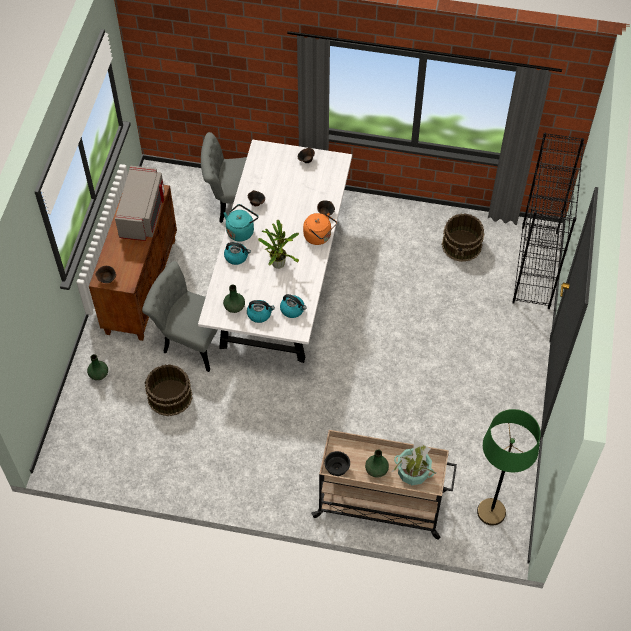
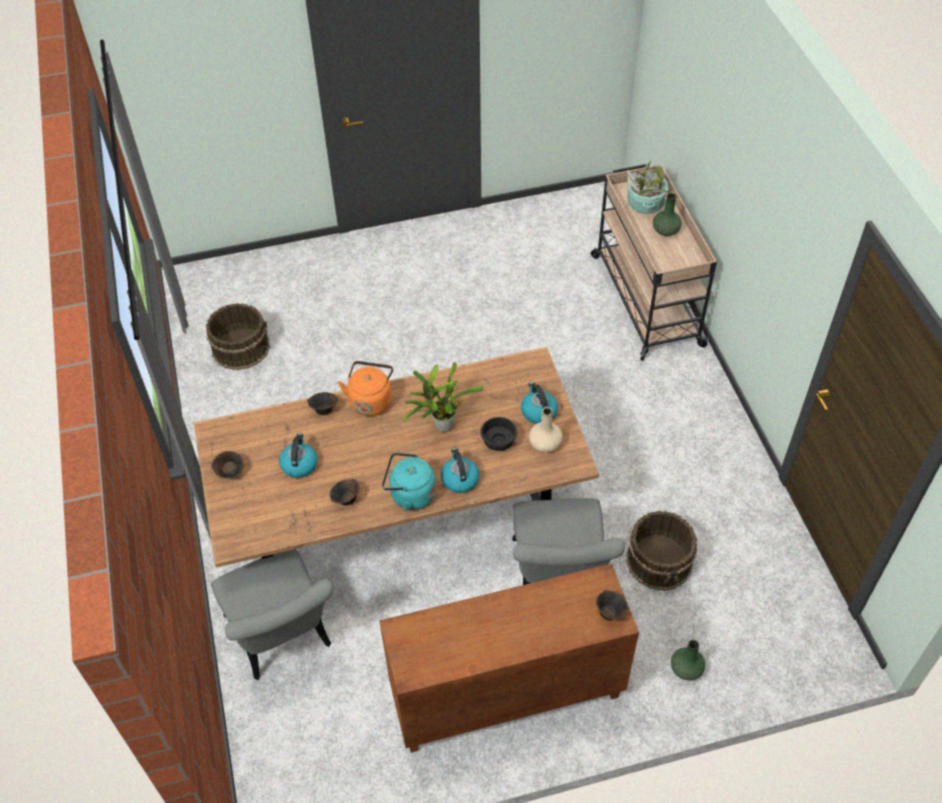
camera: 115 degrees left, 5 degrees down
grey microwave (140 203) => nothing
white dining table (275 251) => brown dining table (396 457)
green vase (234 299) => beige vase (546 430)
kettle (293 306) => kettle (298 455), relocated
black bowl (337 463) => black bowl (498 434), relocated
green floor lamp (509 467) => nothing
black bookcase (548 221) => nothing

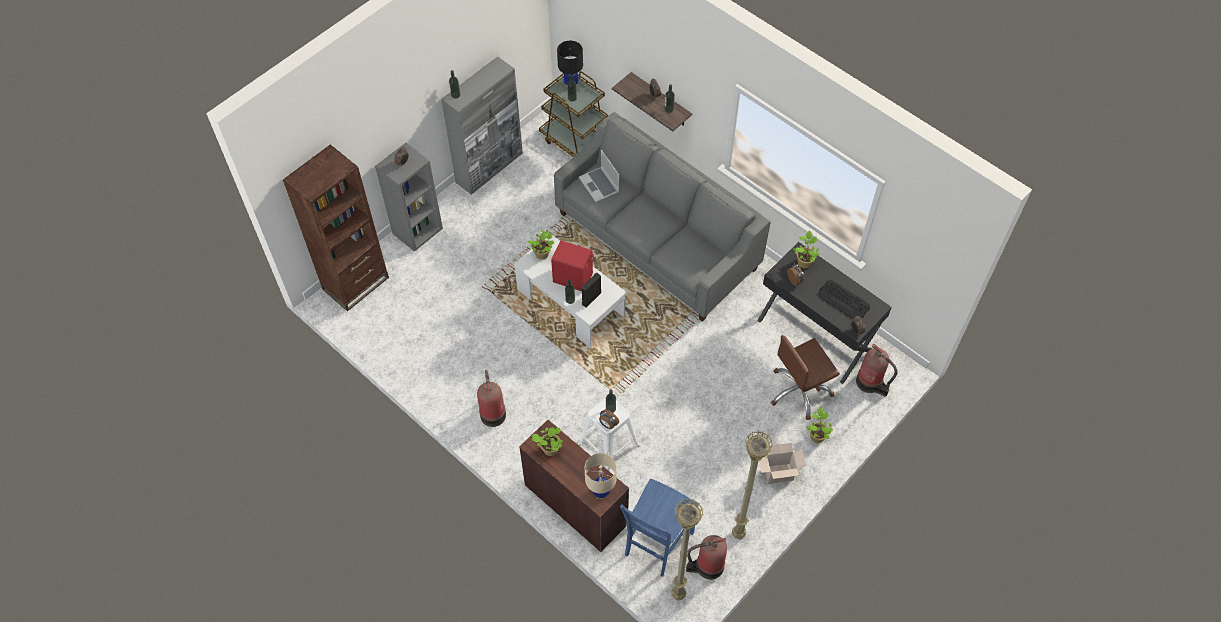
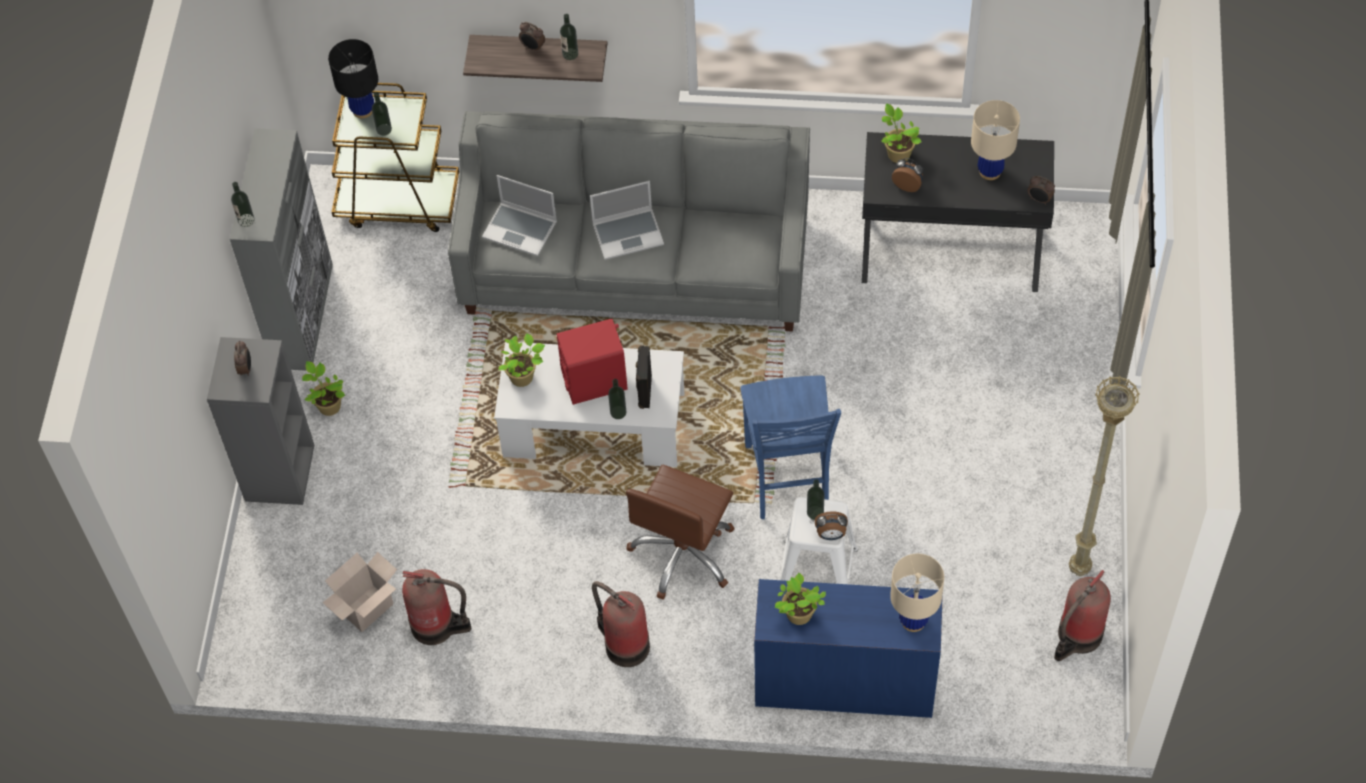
camera: 35 degrees left, 0 degrees up
brown bookcase (336 228) => nothing
brown desk (574 486) => blue desk (848 648)
blue chair (659 528) => blue chair (790 447), relocated
beige floor lamp (687 549) => nothing
cardboard box (782 463) => cardboard box (359 592), relocated
brown office chair (805 377) => brown office chair (680 532), relocated
potted plant (819 425) => potted plant (323 388), relocated
keyboard (844 299) => beige table lamp (995 140)
fire extinguisher (876 369) => fire extinguisher (436 607), relocated
nothing => laptop (627 220)

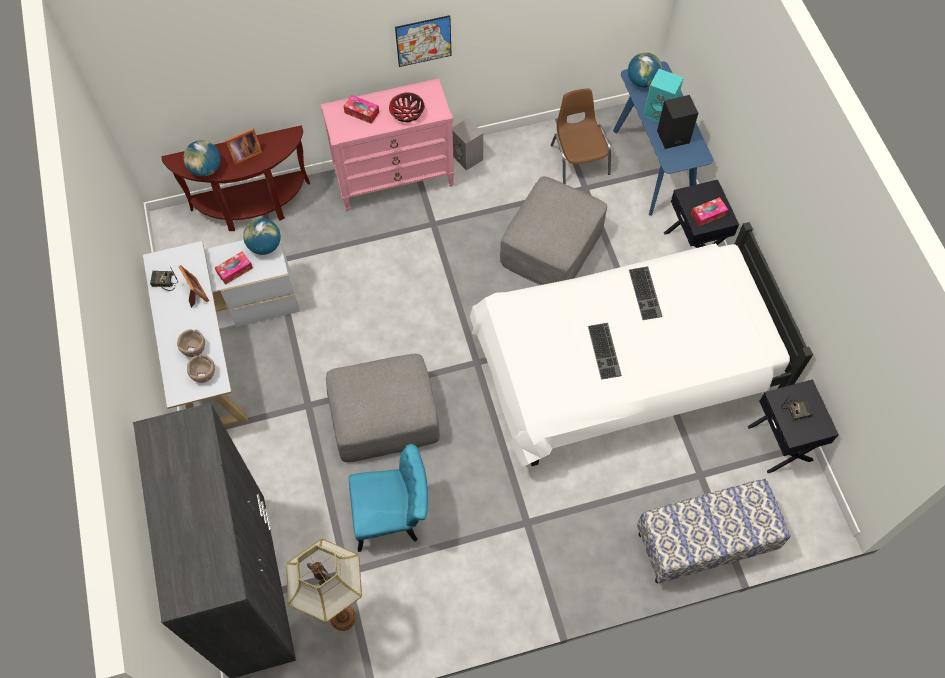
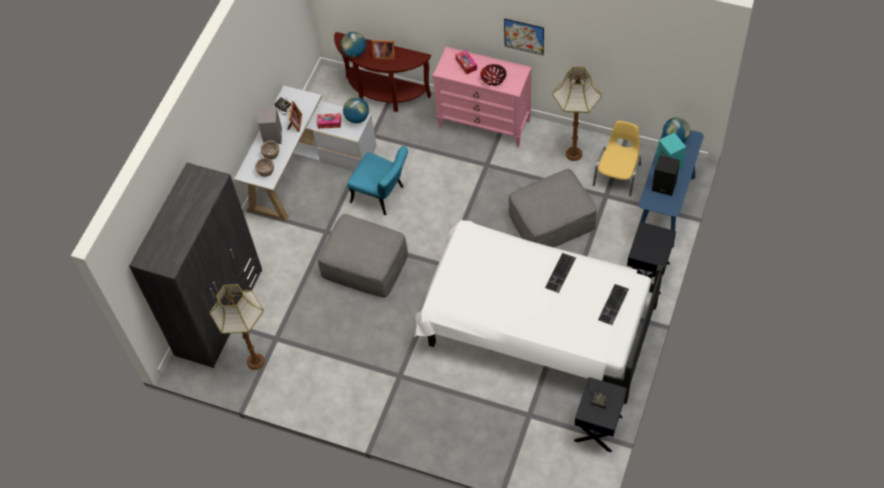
camera: 40 degrees right, 5 degrees down
turquoise chair (388 498) => turquoise chair (377 180), relocated
grey speaker (467 144) => grey speaker (270 125), relocated
brown chair (581 136) => yellow chair (617 158)
keyboard (605 351) => keyboard (613 304), relocated
bench (714 531) => nothing
tissue box (709 211) => nothing
nothing => floor lamp (577 113)

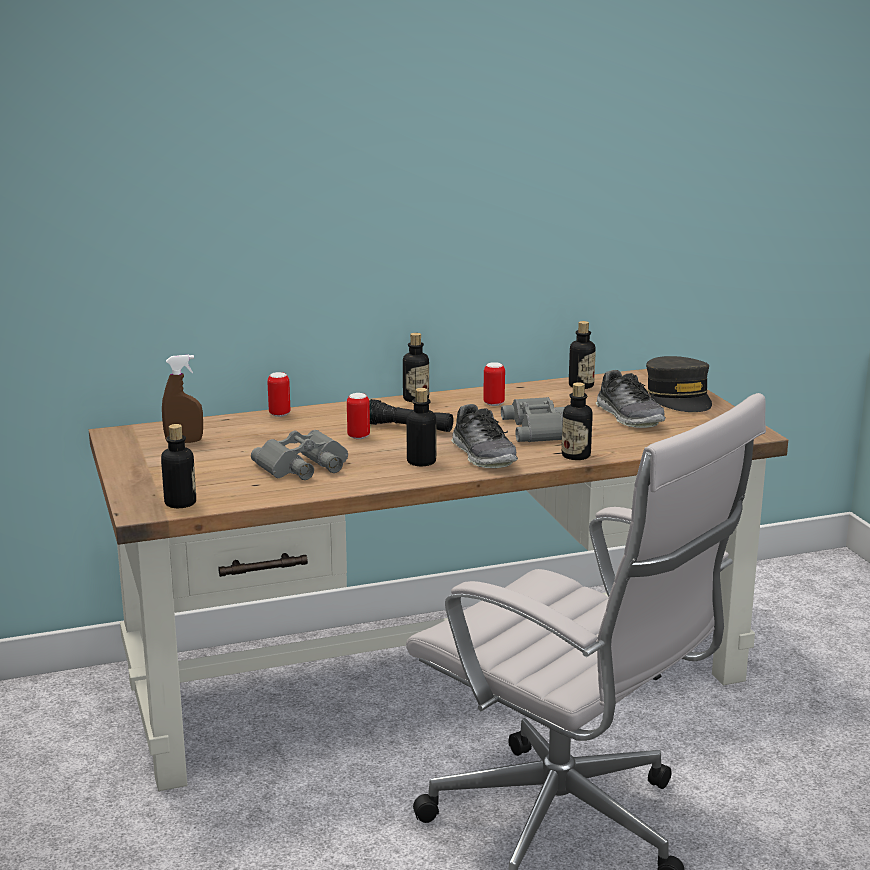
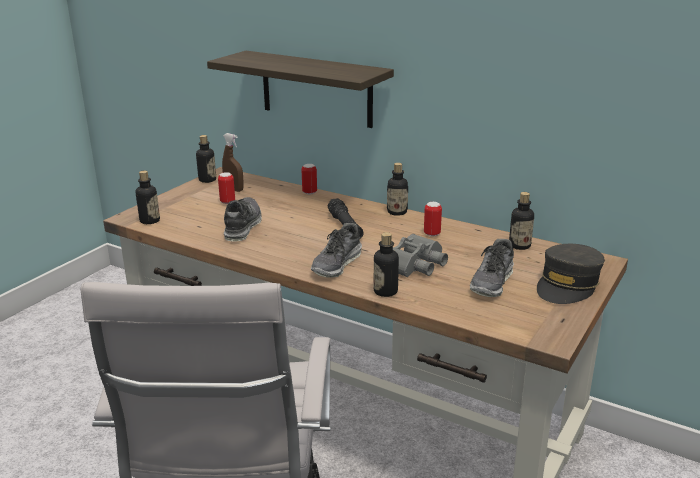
camera: 50 degrees right, 5 degrees up
grey binoculars (299 455) => shoe (243 219)
can (358 416) => can (226 188), relocated
bottle (421 427) => bottle (206 159), relocated
nothing => shelf (300 89)

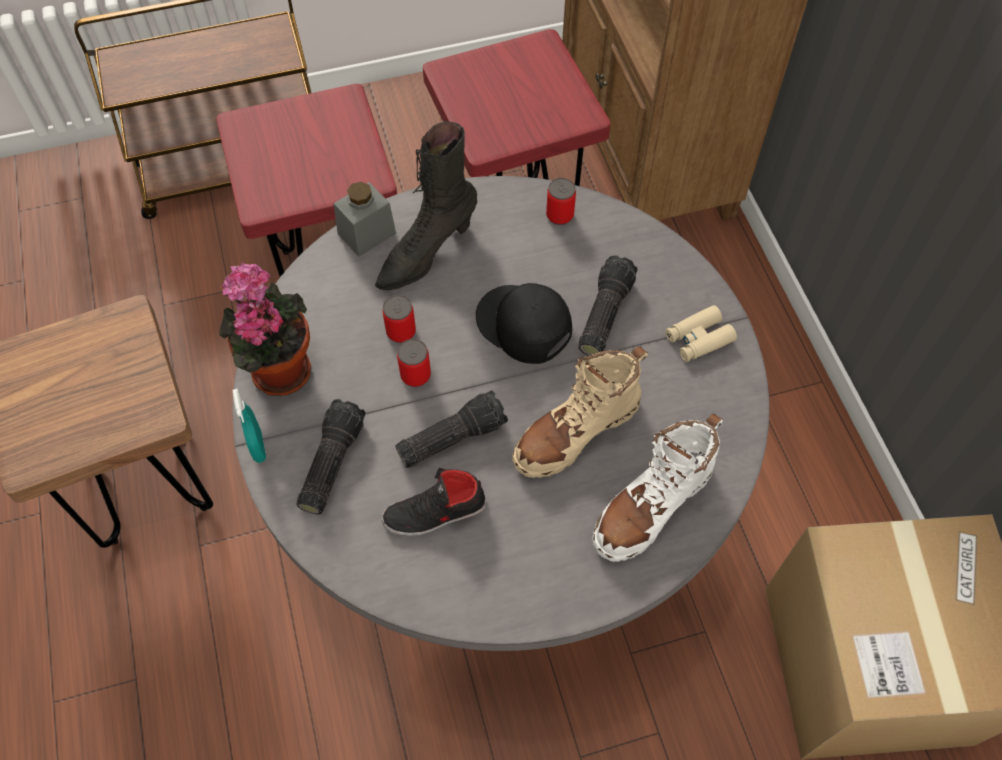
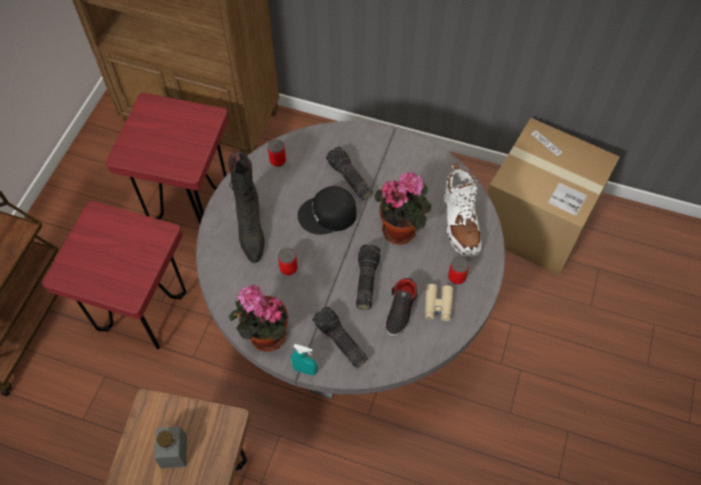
camera: 55 degrees left, 0 degrees up
grey jar (364 219) => grey jar (171 447), relocated
can (414 363) => can (458 270), relocated
beige boot (580 412) => potted plant (402 208)
beige binoculars (701 333) => beige binoculars (439 302), relocated

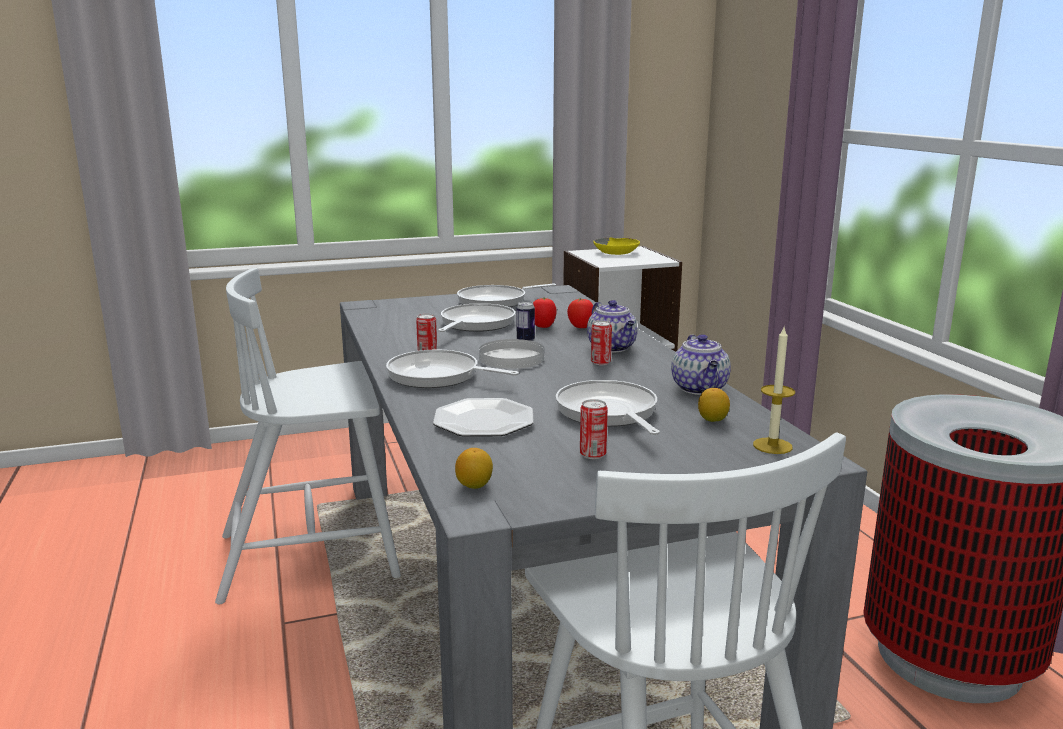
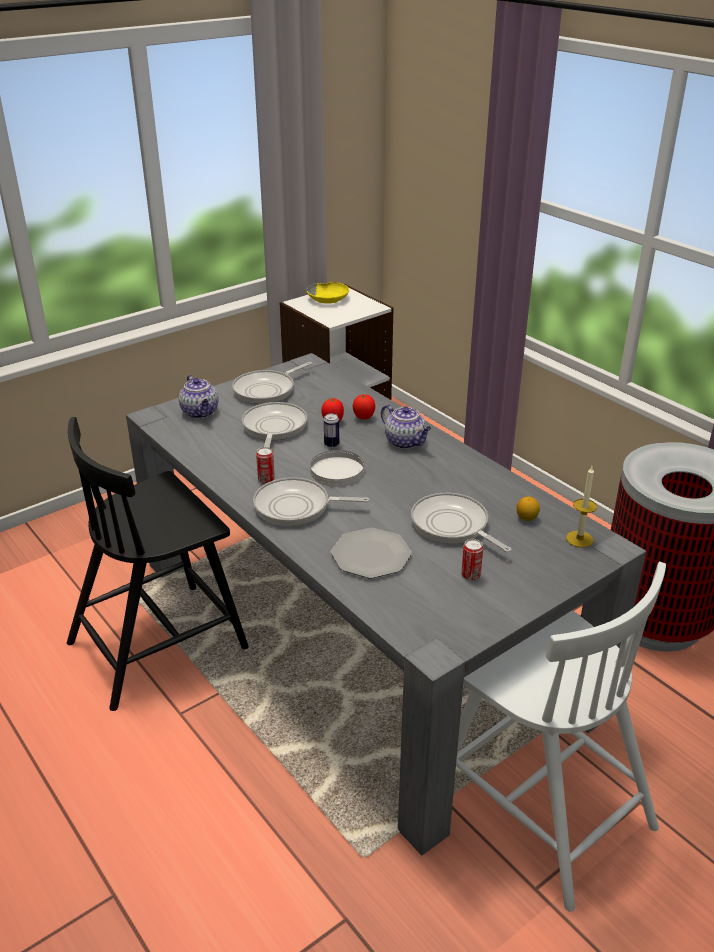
camera: 20 degrees left, 15 degrees up
white chair (308 436) => black chair (158 564)
lemon (474 468) => nothing
can (601 342) => nothing
teapot (701 364) => teapot (198 397), relocated

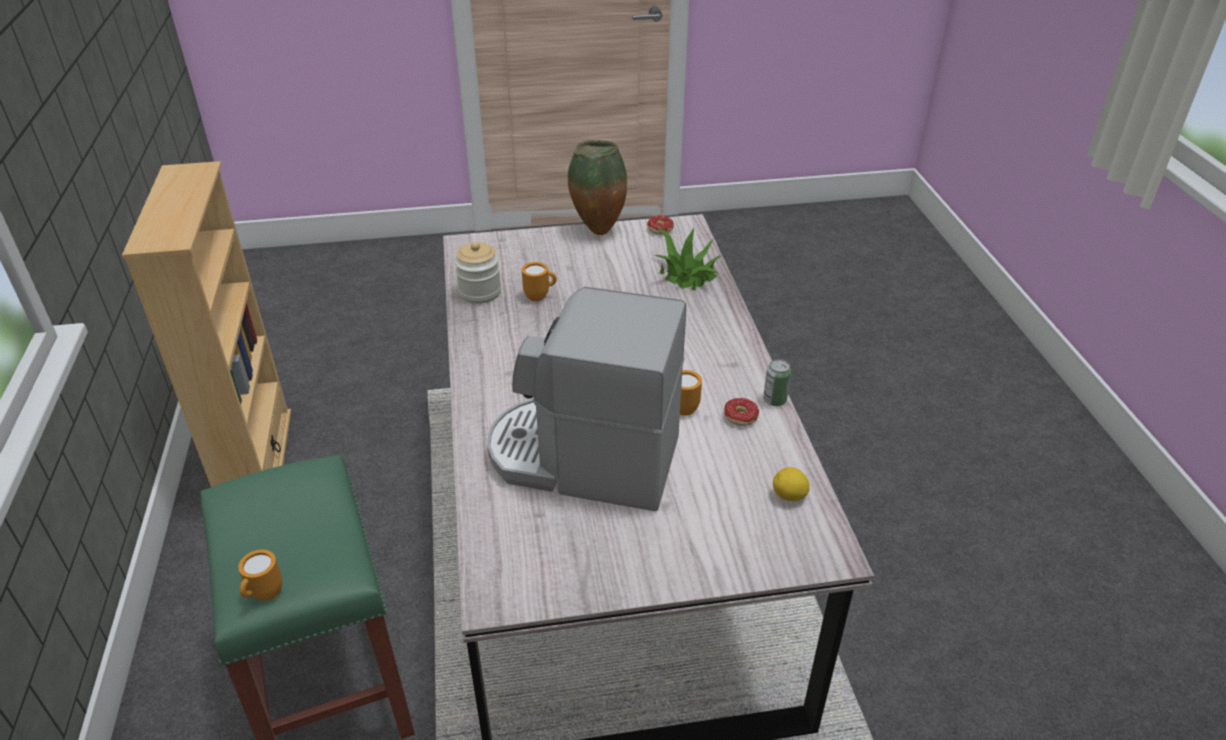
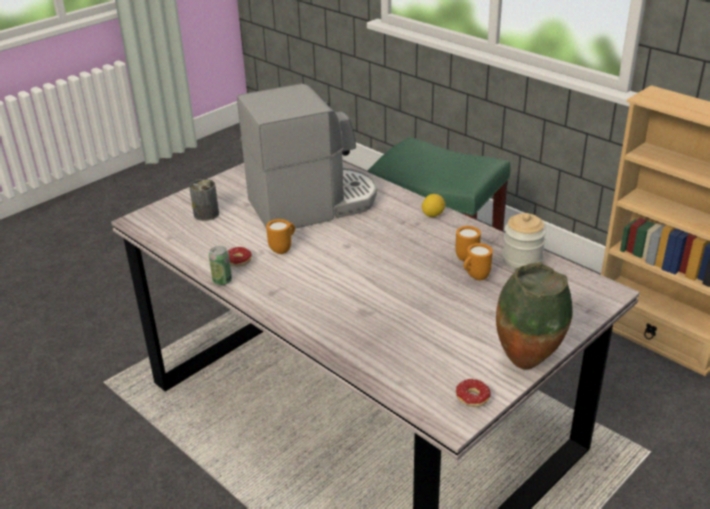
camera: 145 degrees right, 5 degrees down
orange mug (260 574) => orange mug (468 243), relocated
potted plant (688 257) => nothing
lemon (791 484) => lemon (433 205), relocated
nothing => can (204 200)

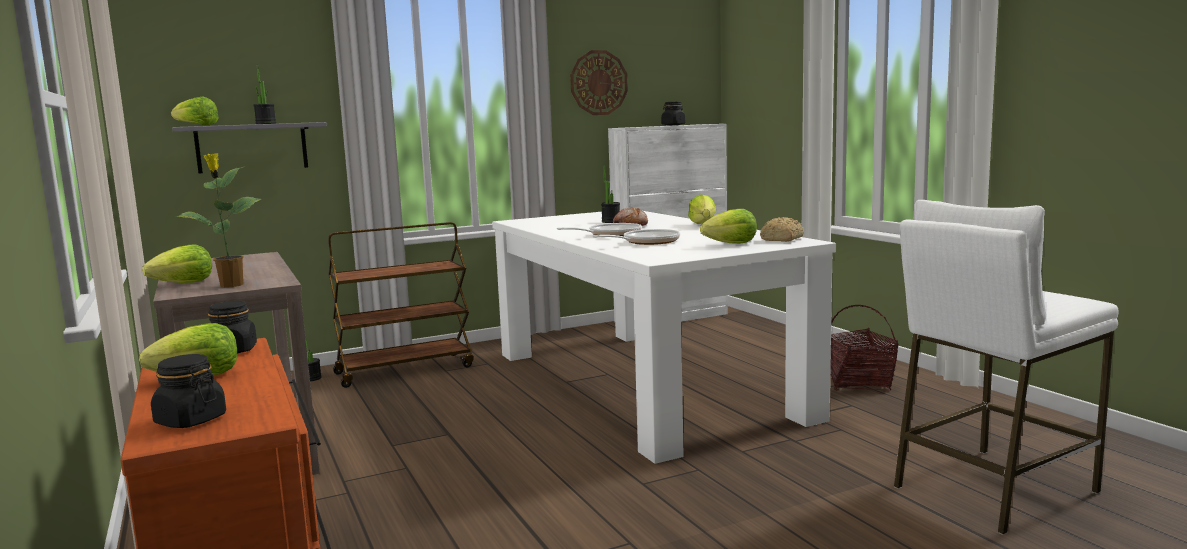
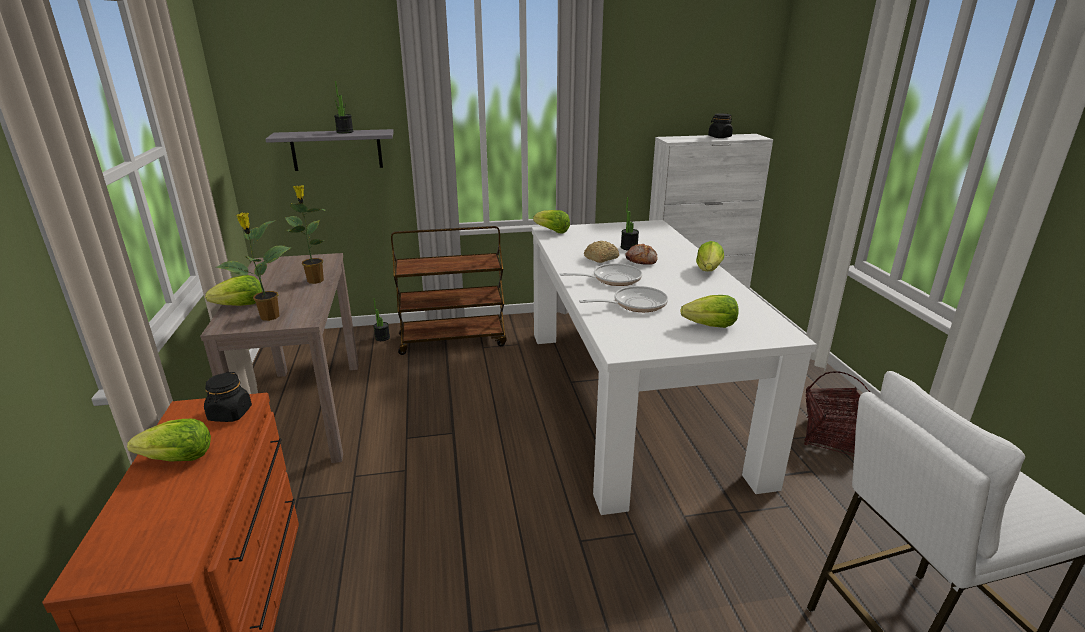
camera: 15 degrees right, 15 degrees up
black jar (188 391) => nothing
lettuce (195 111) => lettuce (551 222), relocated
wall clock (599 82) => nothing
bread (782 229) => bread (601 252), relocated
nothing => potted plant (305 234)

